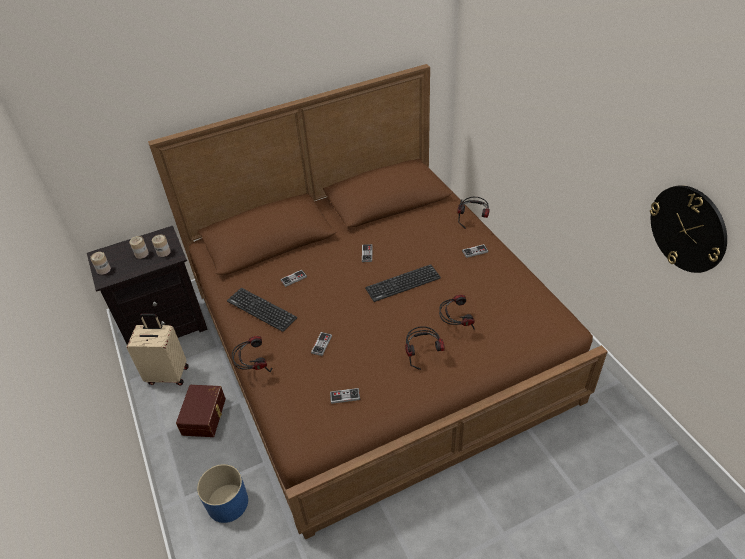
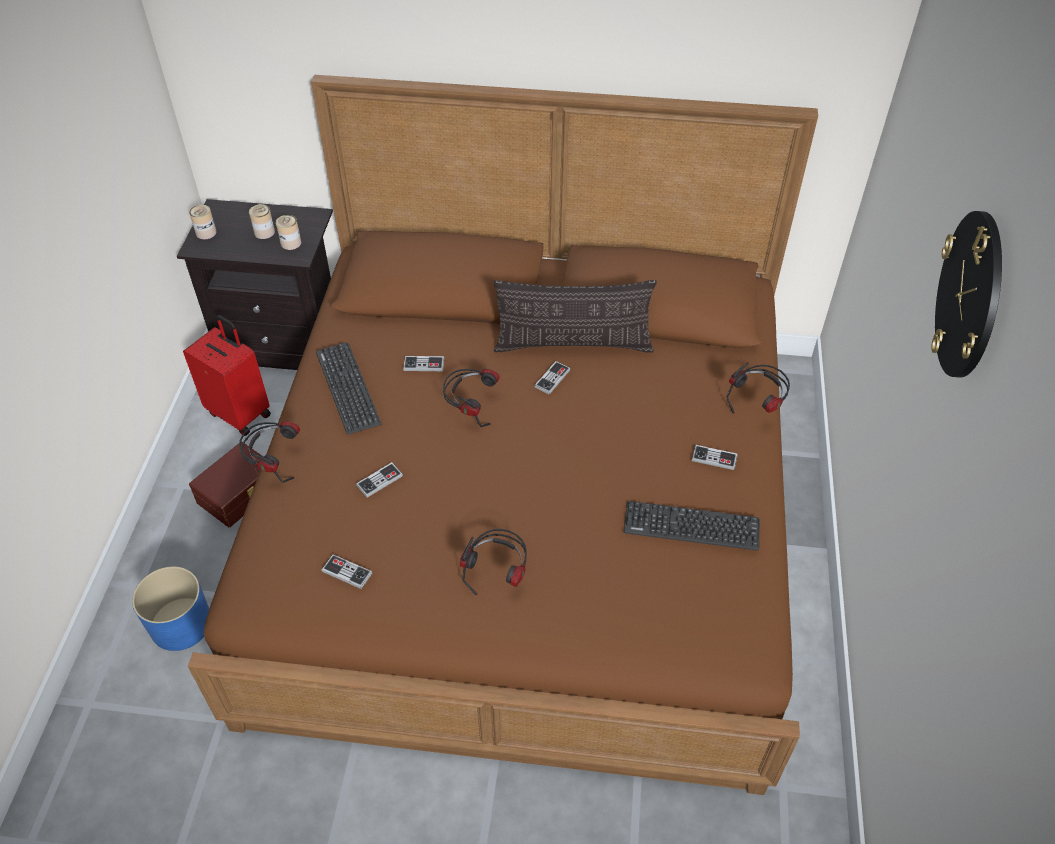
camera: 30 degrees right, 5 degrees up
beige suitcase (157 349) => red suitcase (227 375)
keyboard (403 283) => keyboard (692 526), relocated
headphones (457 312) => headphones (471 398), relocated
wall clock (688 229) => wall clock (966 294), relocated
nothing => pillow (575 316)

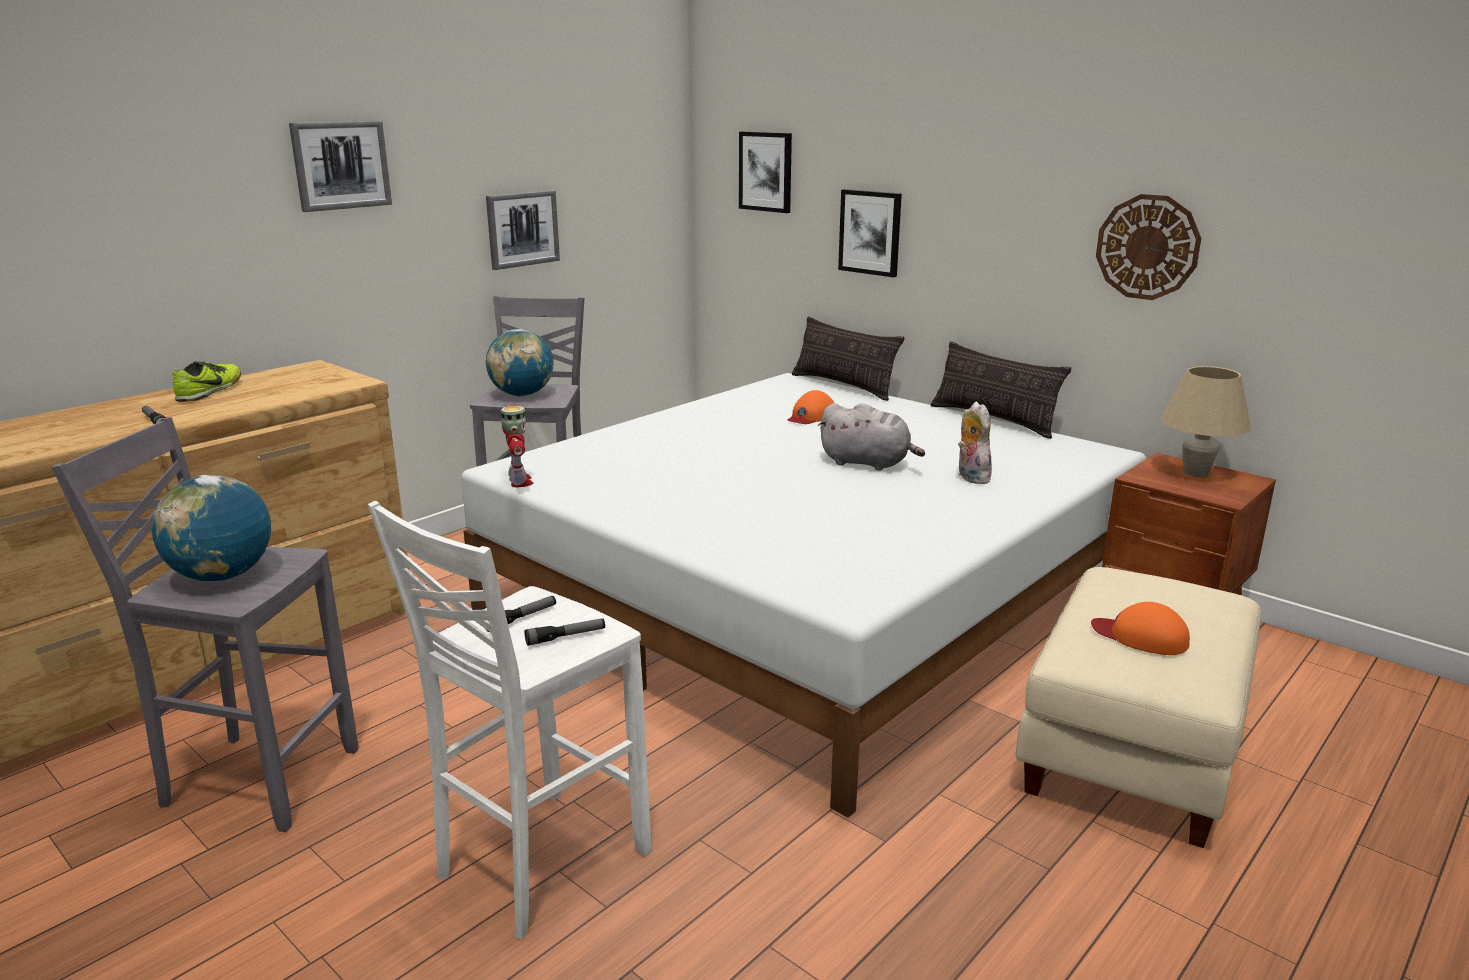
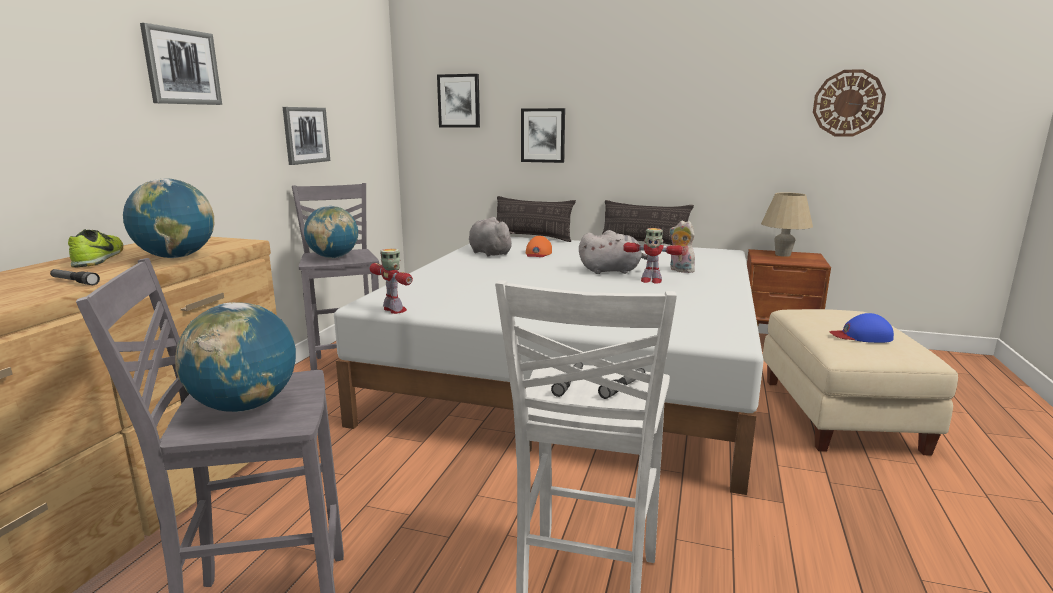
camera: 25 degrees left, 5 degrees down
orange cap (1140 628) => blue cap (862 328)
wall clock (1148 247) => wall clock (849 103), relocated
nothing => globe (169 218)
nothing => grey plush toy (492 237)
nothing => toy robot (653 256)

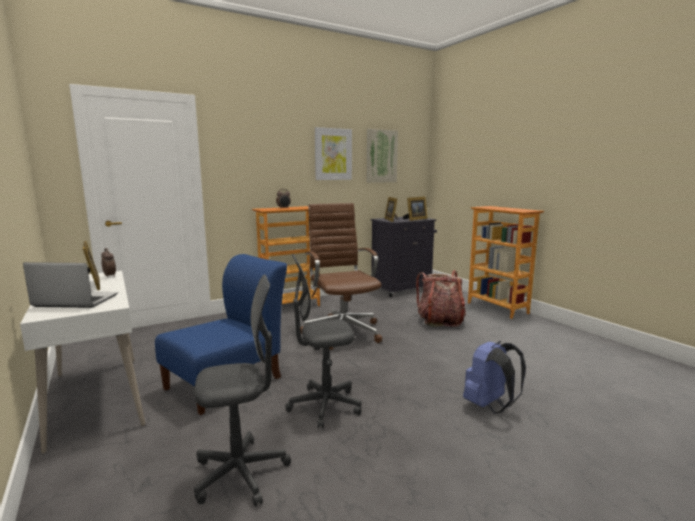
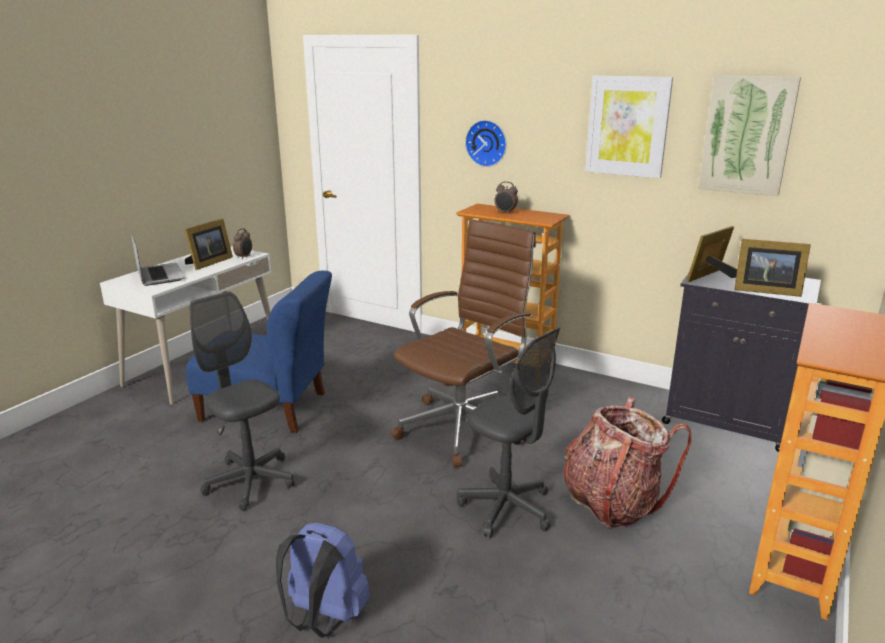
camera: 60 degrees right, 10 degrees up
grey office chair (242 391) => grey office chair (508 432), relocated
nothing => wall clock (486 143)

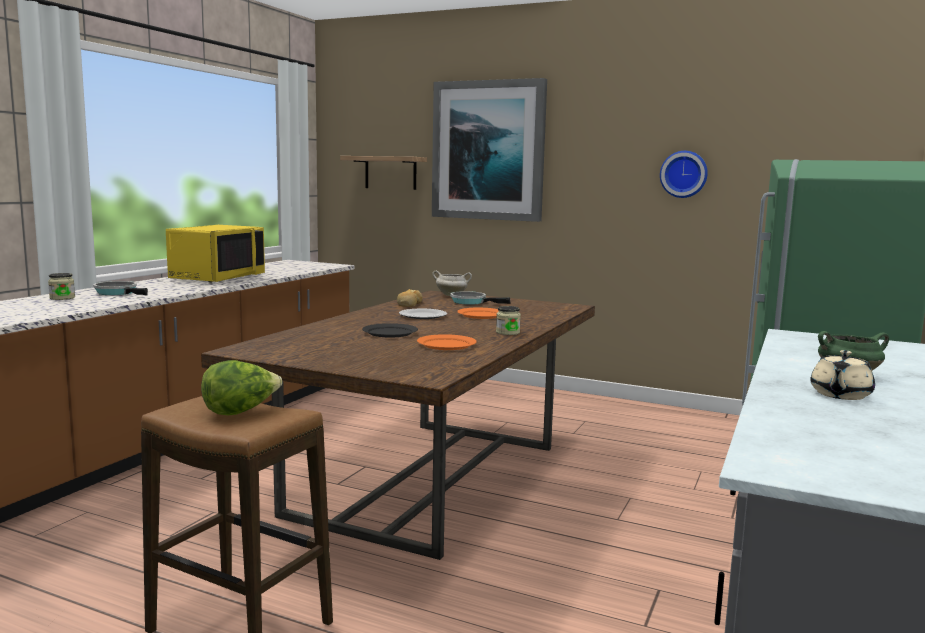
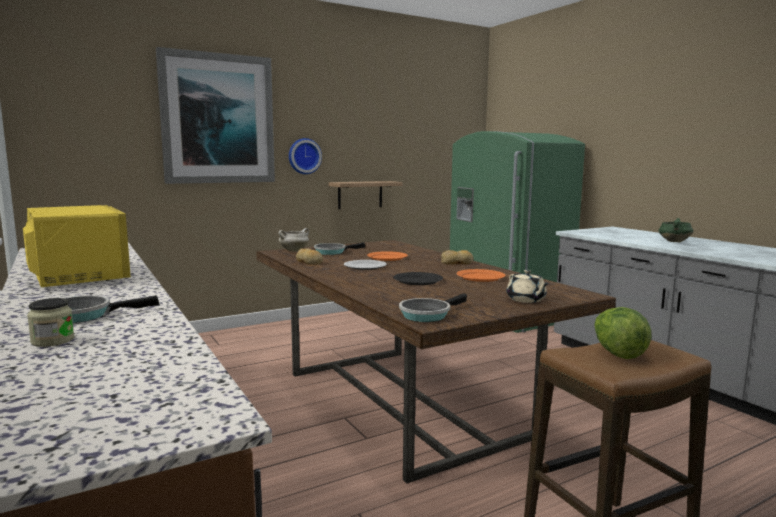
camera: 55 degrees left, 0 degrees up
shelf (383 173) => shelf (366 195), relocated
jar (508 320) => bread (457 257)
wall clock (684 174) => wall clock (305 156), relocated
beige teapot (842 375) => beige teapot (527 286), relocated
nothing => frying pan (433 307)

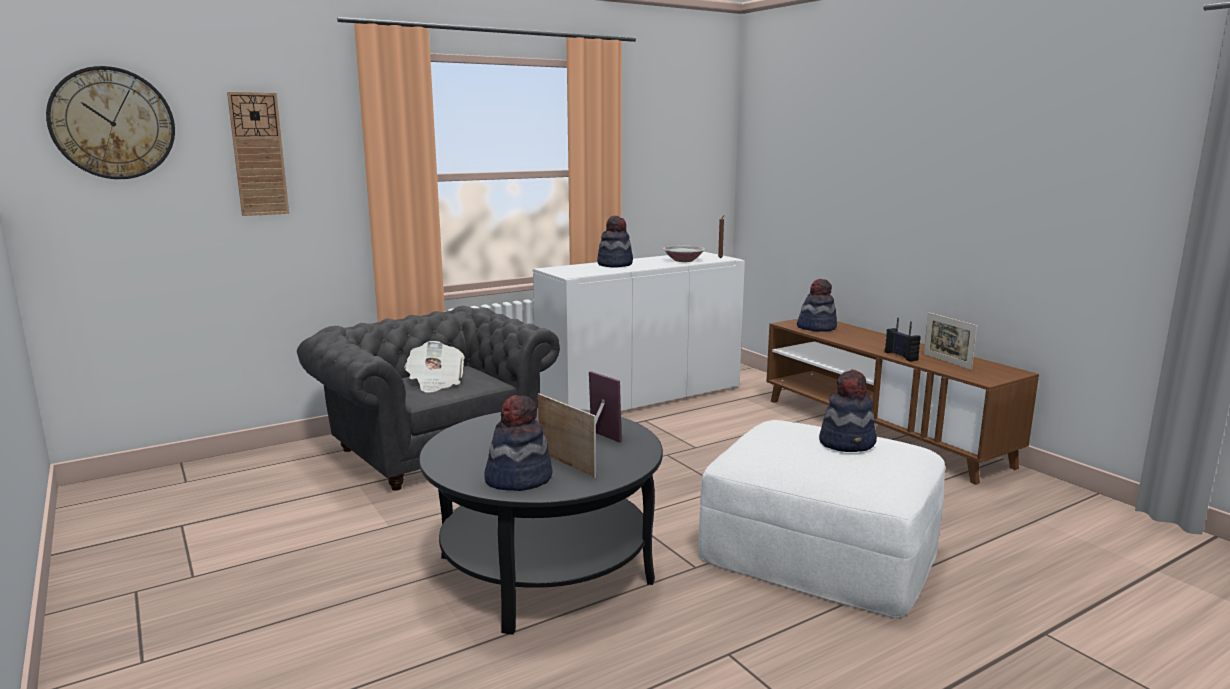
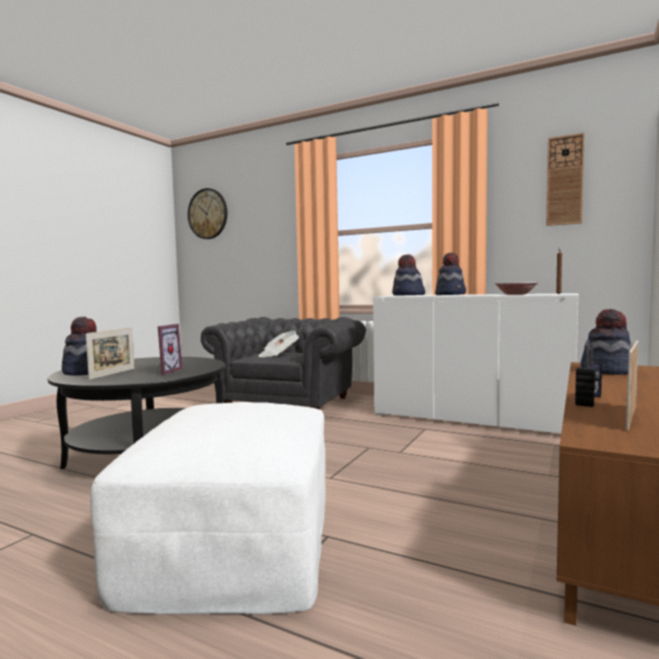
camera: 60 degrees right, 10 degrees down
wall clock (258 154) => wall clock (565 179), relocated
hat (848 411) => hat (408 275), relocated

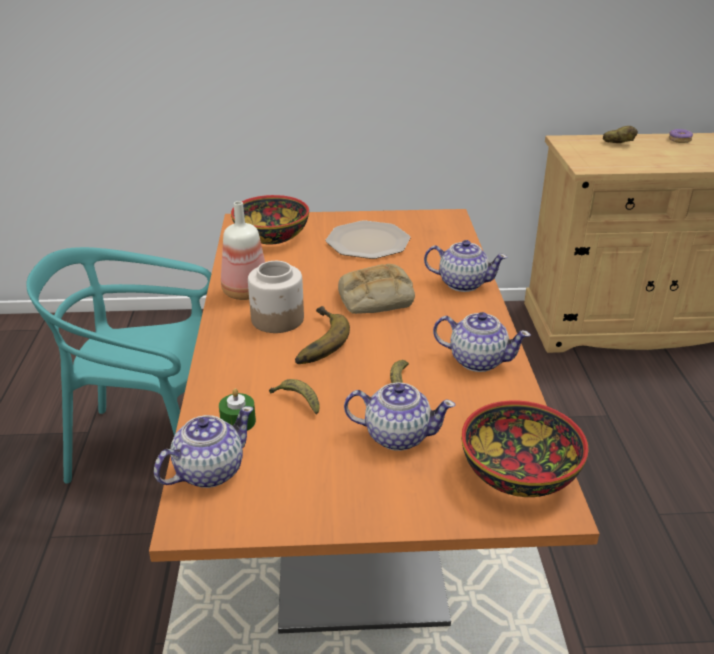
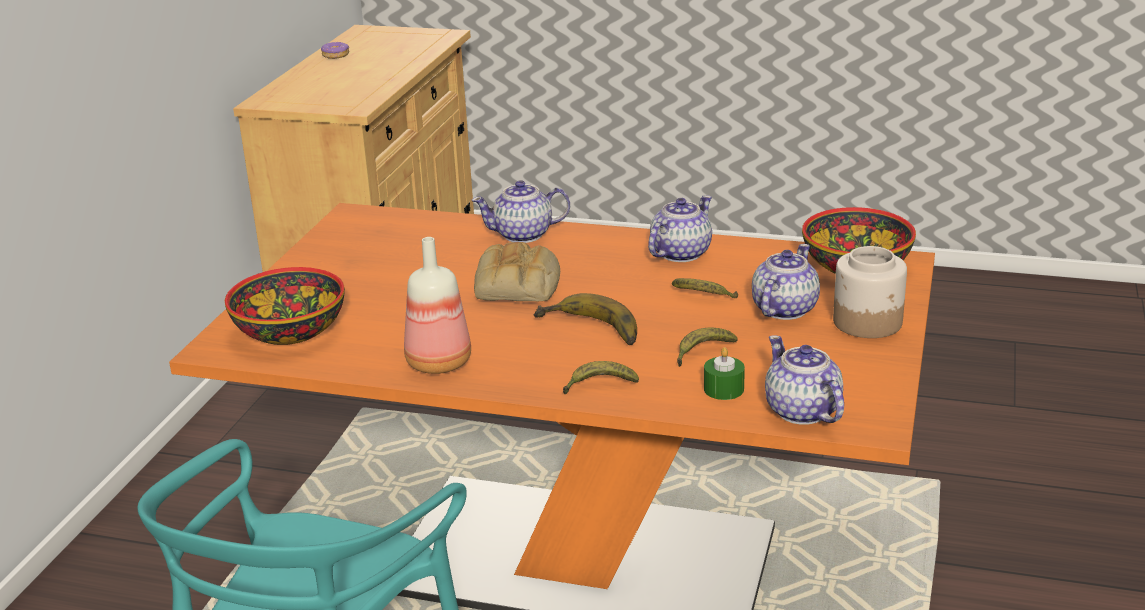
camera: 70 degrees left, 5 degrees down
jar (276 297) => jar (870 292), relocated
plate (368 239) => nothing
teapot (466 266) => teapot (520 211), 135 degrees counterclockwise
potato (620 134) => nothing
nothing => banana (601 377)

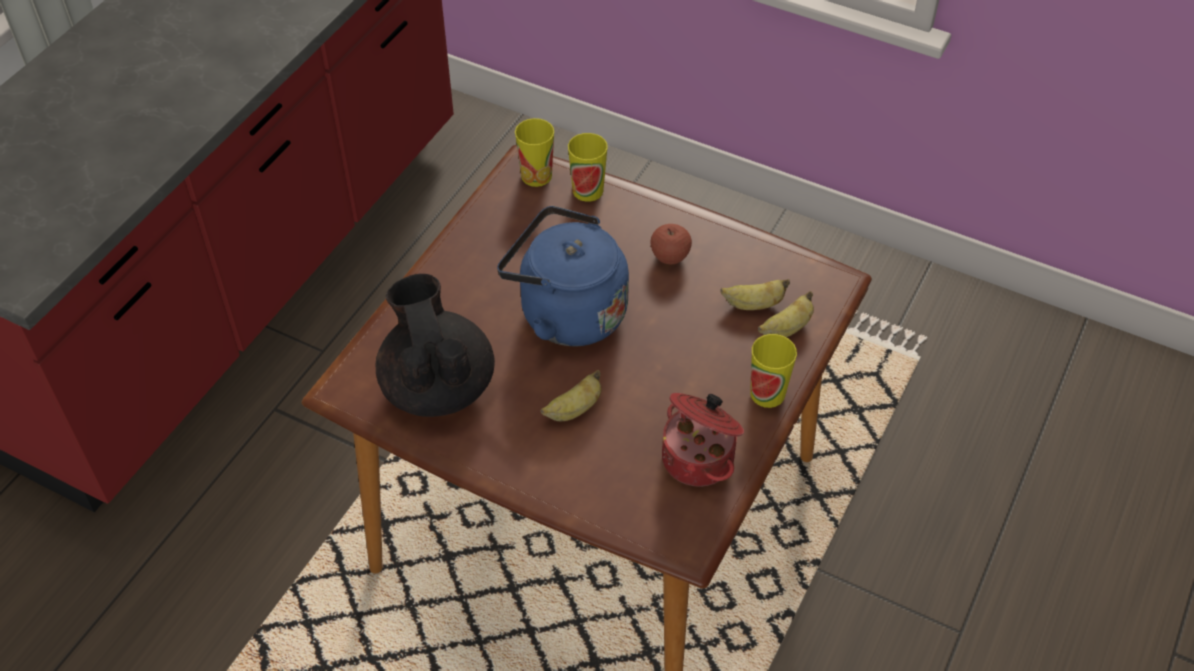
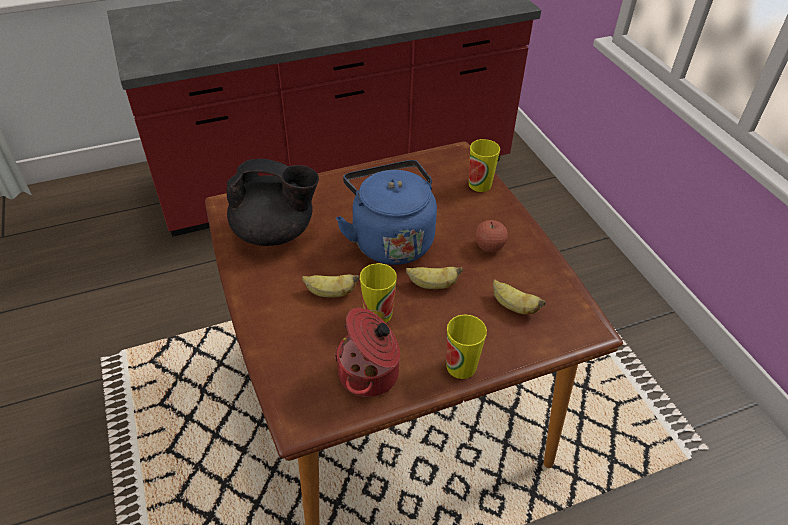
camera: 40 degrees right, 5 degrees down
black teapot (435 345) => black teapot (272 202), 75 degrees clockwise
cup (534 152) => cup (378 293), relocated
banana (786 314) => banana (434 278), relocated

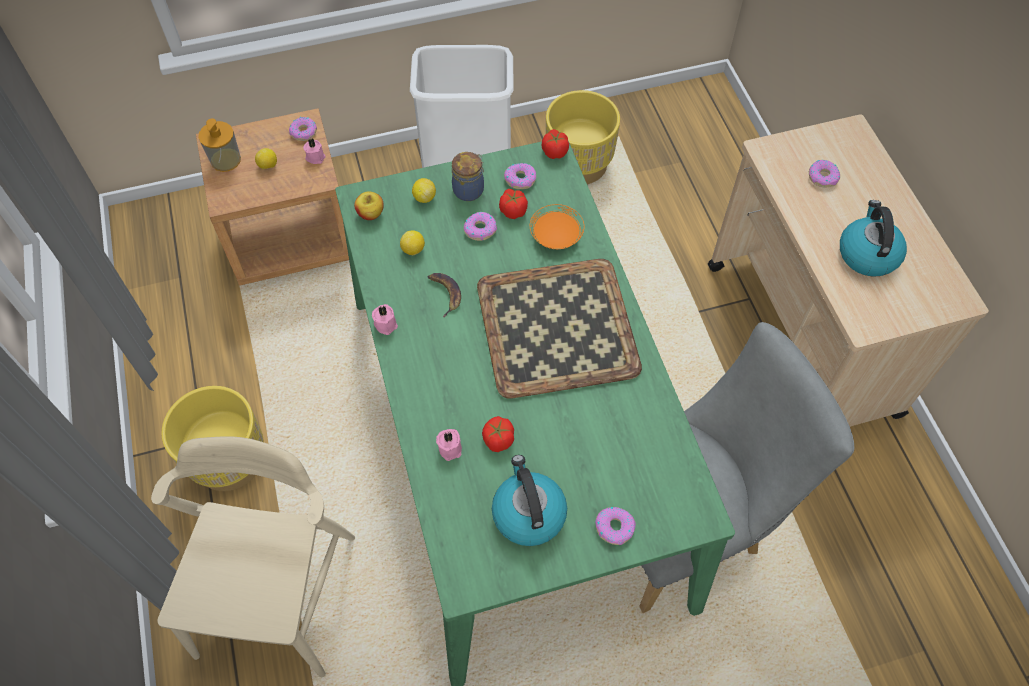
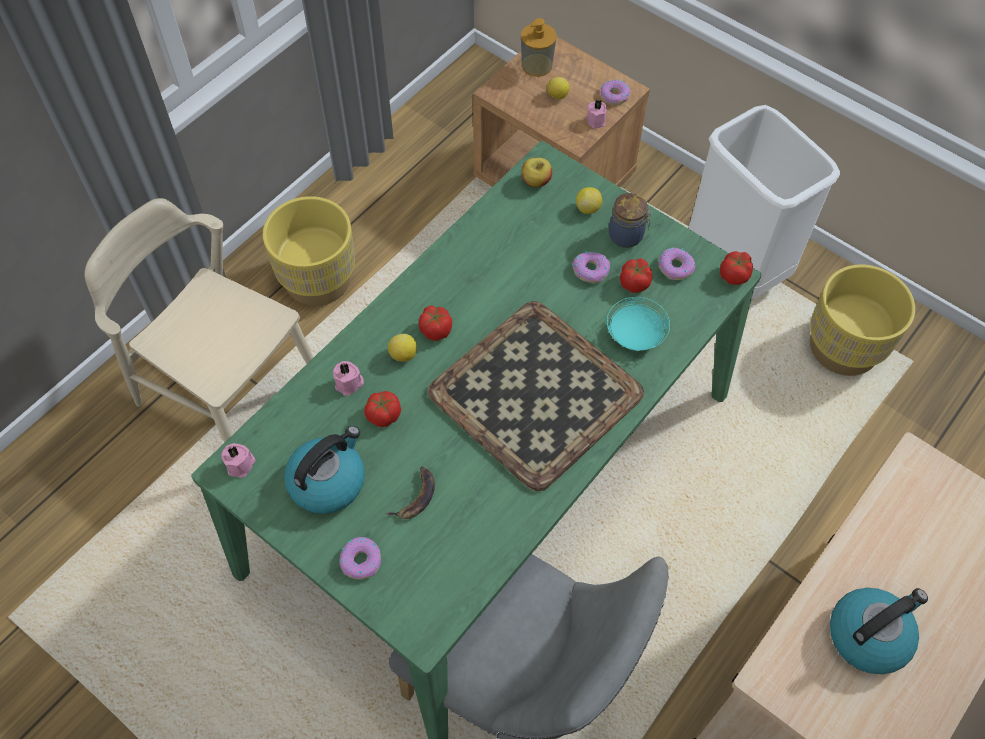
camera: 55 degrees right, 0 degrees up
beige chair (253 556) => beige chair (199 320), 120 degrees counterclockwise
pink candle (385 319) => pink candle (238 460), relocated
lemon (412 243) => lemon (402 348), relocated
banana (444 295) => banana (410 493), relocated
orange plate (557 226) => turquoise plate (638 324)
donut (824 173) => nothing
nothing => tomato (435 323)

